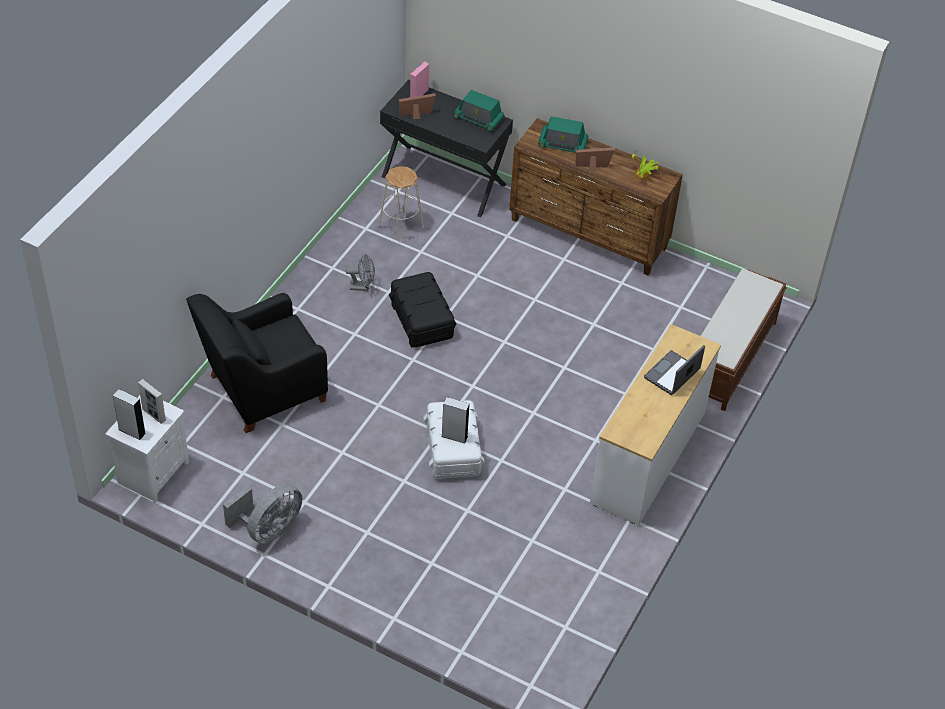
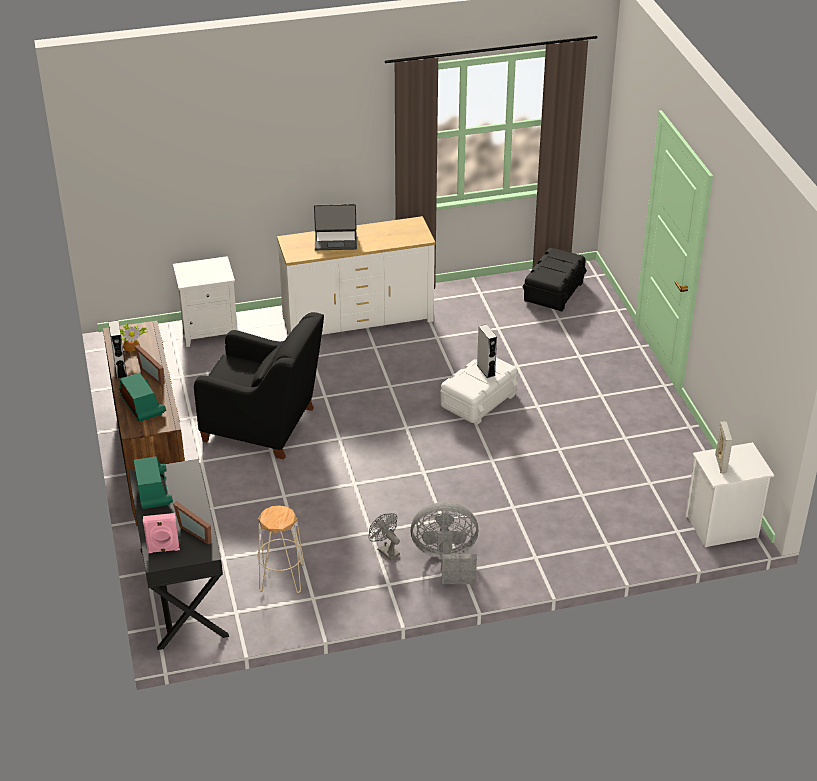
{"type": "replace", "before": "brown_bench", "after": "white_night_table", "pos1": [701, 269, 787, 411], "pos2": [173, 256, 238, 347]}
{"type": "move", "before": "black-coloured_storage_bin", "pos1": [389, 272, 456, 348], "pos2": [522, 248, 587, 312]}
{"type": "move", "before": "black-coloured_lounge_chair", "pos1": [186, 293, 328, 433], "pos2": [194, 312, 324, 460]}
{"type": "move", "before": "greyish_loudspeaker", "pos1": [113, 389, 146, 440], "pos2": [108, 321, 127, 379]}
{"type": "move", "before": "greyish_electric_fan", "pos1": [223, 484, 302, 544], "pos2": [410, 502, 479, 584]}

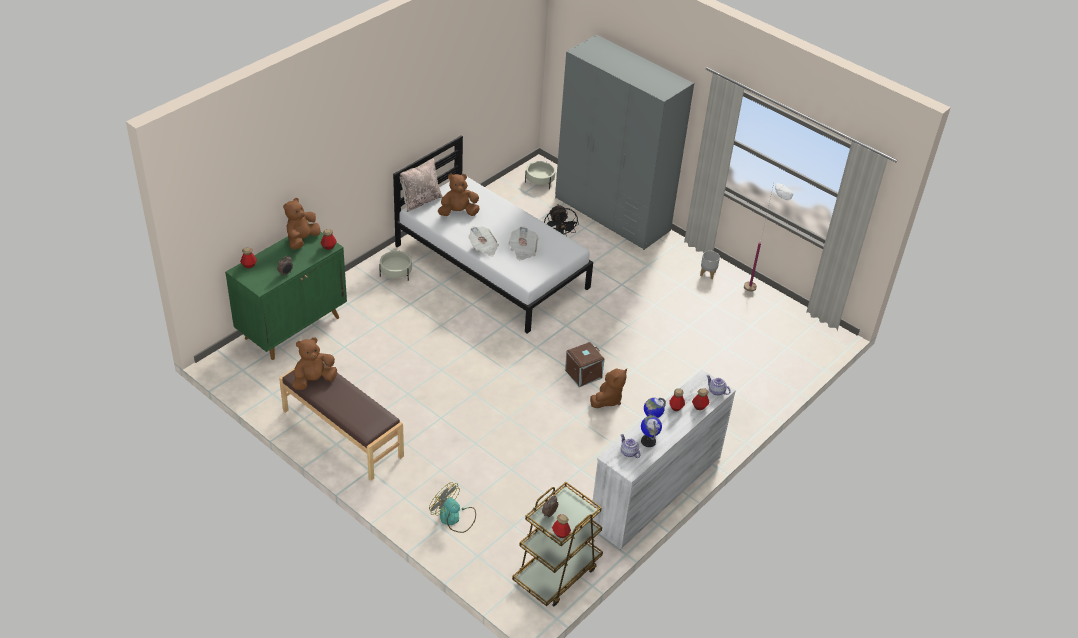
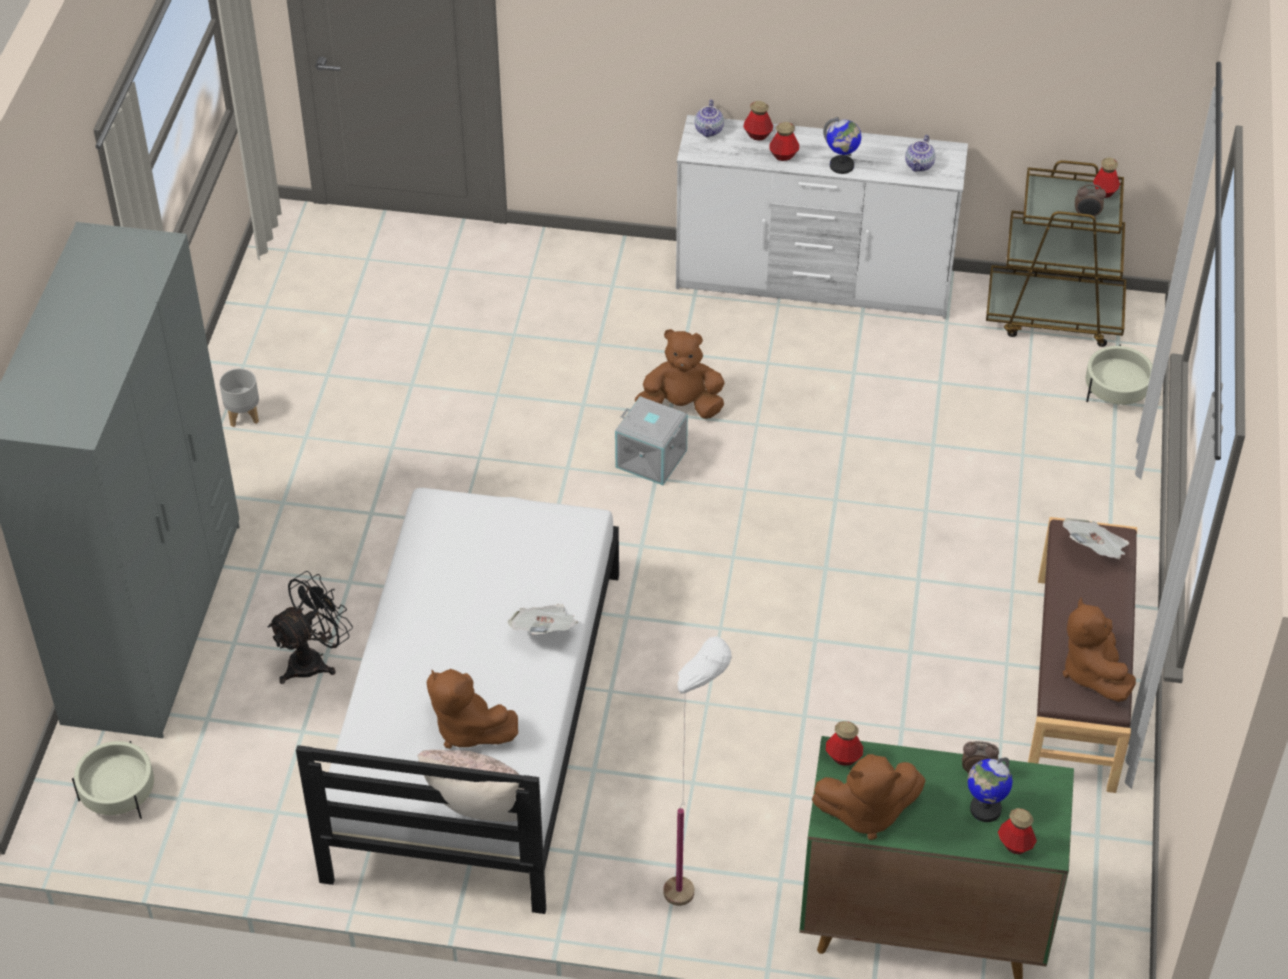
{"type": "move", "before": "white_floor_lamp", "pos1": [744, 183, 793, 292], "pos2": [664, 636, 732, 906]}
{"type": "move", "before": "daily_paper", "pos1": [508, 226, 538, 260], "pos2": [1063, 518, 1129, 559]}
{"type": "move", "before": "beige_plant_pot", "pos1": [379, 250, 412, 281], "pos2": [1086, 345, 1153, 405]}
{"type": "rotate", "before": "brown_soft_toy", "pos1": [292, 337, 337, 390], "pos2": [1063, 598, 1136, 702], "turn": 60}
{"type": "recolor", "before": "brown_storage_bin", "after": "greyish_storage_bin", "pos1": [565, 342, 605, 387], "pos2": [615, 396, 688, 485]}
{"type": "move", "before": "world_globe", "pos1": [641, 416, 662, 447], "pos2": [967, 757, 1012, 822]}
{"type": "delete", "before": "electric_fan", "pos1": [429, 482, 476, 533]}

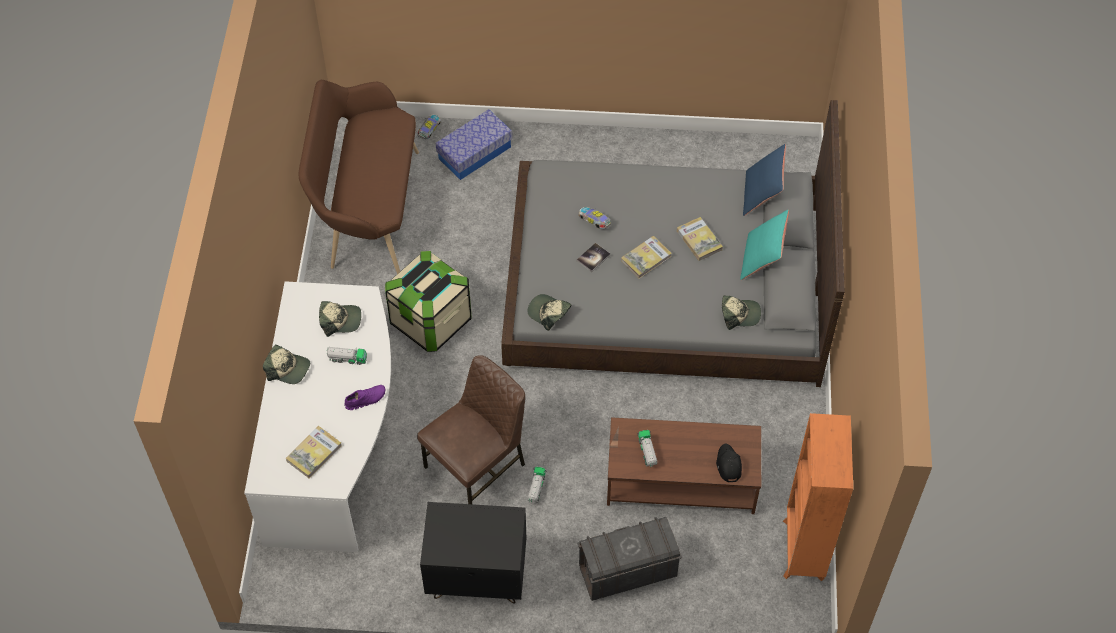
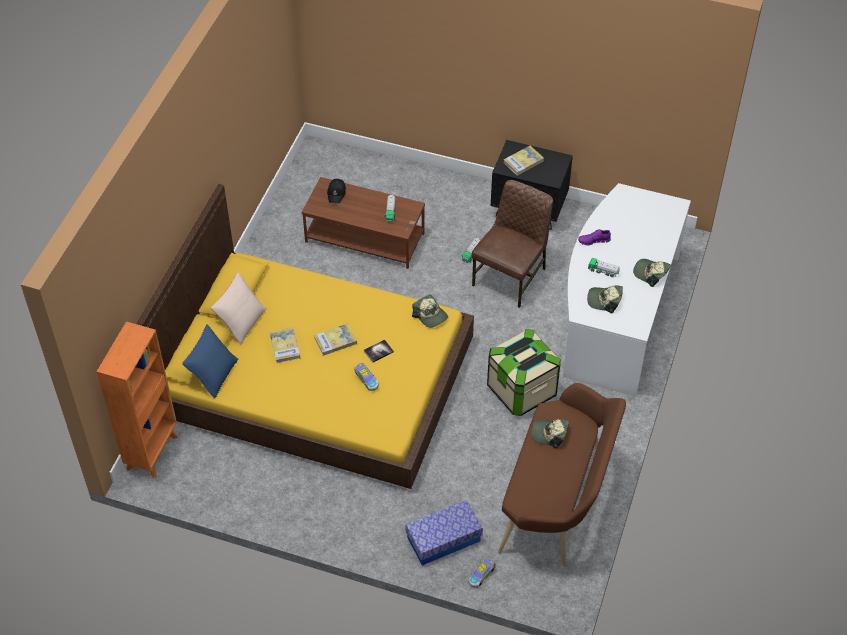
{"type": "recolor", "before": "greyish_sleeping_bed", "after": "yellow_sleeping_bed", "pos1": [501, 100, 845, 387], "pos2": [136, 184, 474, 489]}
{"type": "recolor", "before": "blue-green_cushion", "after": "beige_cushion", "pos1": [740, 210, 789, 280], "pos2": [211, 272, 267, 344]}
{"type": "move", "before": "baseball_cap", "pos1": [722, 296, 761, 330], "pos2": [532, 419, 569, 449]}
{"type": "rotate", "before": "brown_plain_chair", "pos1": [417, 355, 525, 504], "pos2": [472, 180, 553, 308], "turn": 150}
{"type": "move", "before": "orange-coloured_bookcase", "pos1": [783, 413, 853, 581], "pos2": [97, 322, 178, 478]}
{"type": "move", "before": "bound_book", "pos1": [286, 426, 342, 479], "pos2": [504, 146, 544, 176]}
{"type": "delete", "before": "greyish_storage_bin", "pos1": [577, 517, 682, 601]}

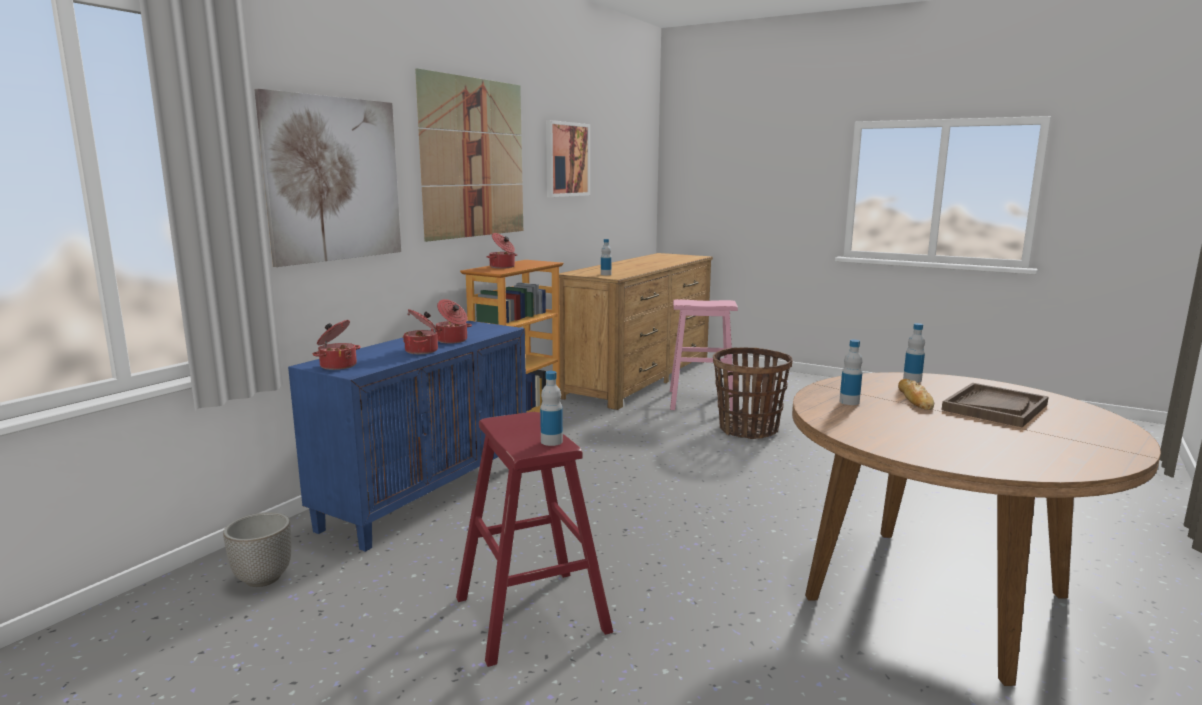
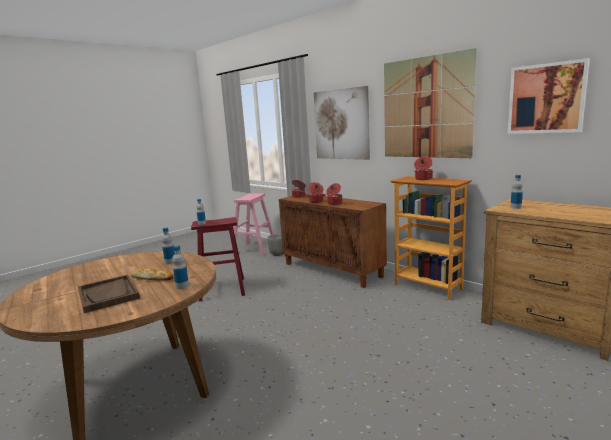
{"type": "move", "before": "pink-coloured_stool", "pos1": [670, 299, 738, 411], "pos2": [231, 193, 274, 256]}
{"type": "recolor", "before": "bluish_cupboard", "after": "brown_cupboard", "pos1": [288, 321, 527, 552], "pos2": [279, 194, 387, 288]}
{"type": "delete", "before": "basket", "pos1": [713, 347, 793, 439]}

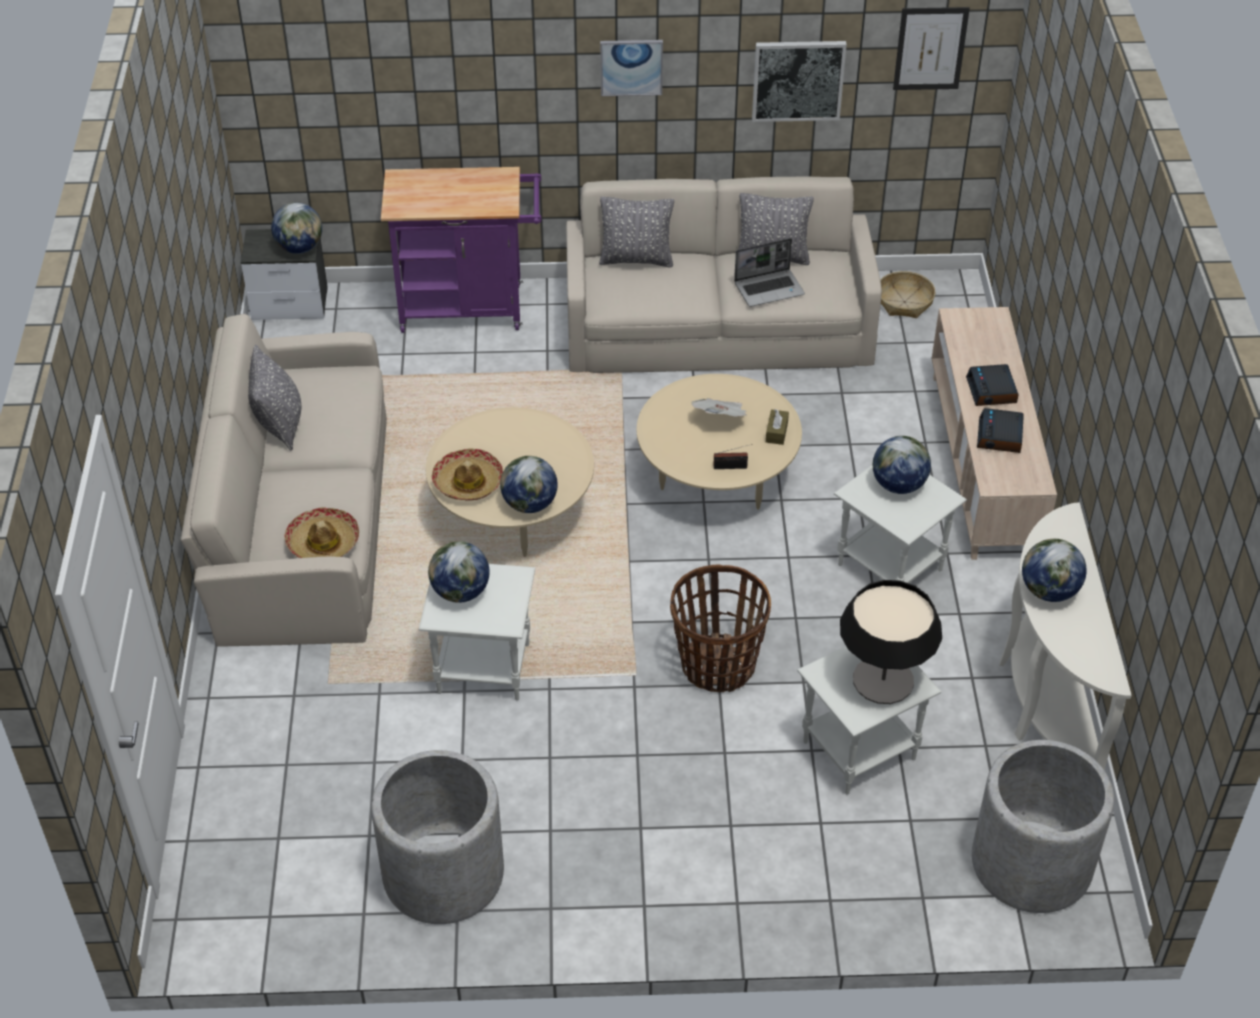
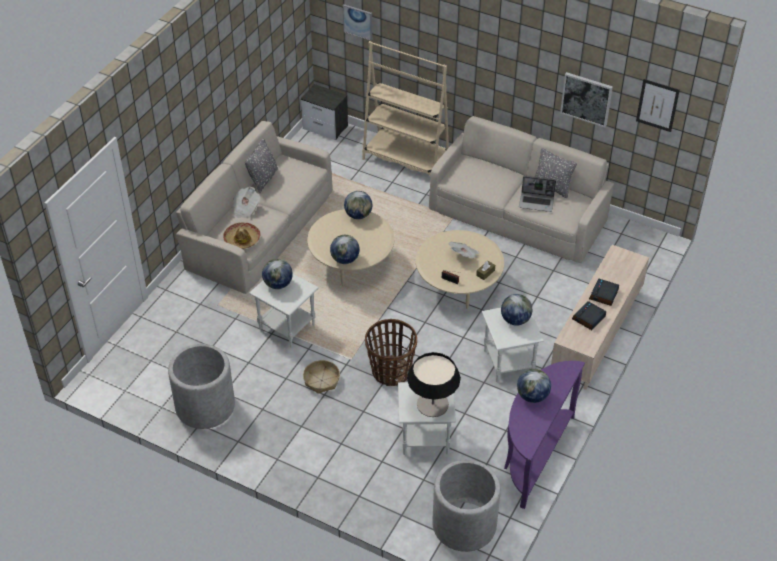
{"type": "move", "before": "wall_art", "pos1": [600, 40, 663, 96], "pos2": [343, 4, 372, 41]}
{"type": "replace", "before": "purplish_trolley", "after": "beige_bookcase", "pos1": [381, 167, 541, 333], "pos2": [362, 41, 449, 176]}
{"type": "delete", "before": "greyish_cushion", "pos1": [599, 197, 674, 267]}
{"type": "move", "before": "world_globe", "pos1": [271, 202, 322, 254], "pos2": [344, 191, 372, 219]}
{"type": "move", "before": "basket", "pos1": [880, 271, 935, 318], "pos2": [303, 360, 340, 394]}
{"type": "delete", "before": "hat", "pos1": [432, 448, 503, 501]}
{"type": "recolor", "before": "white_hall_table", "after": "purplish_hall_table", "pos1": [999, 503, 1132, 770], "pos2": [504, 361, 585, 509]}
{"type": "insert", "after": "daily_paper", "pos2": [232, 187, 261, 218]}

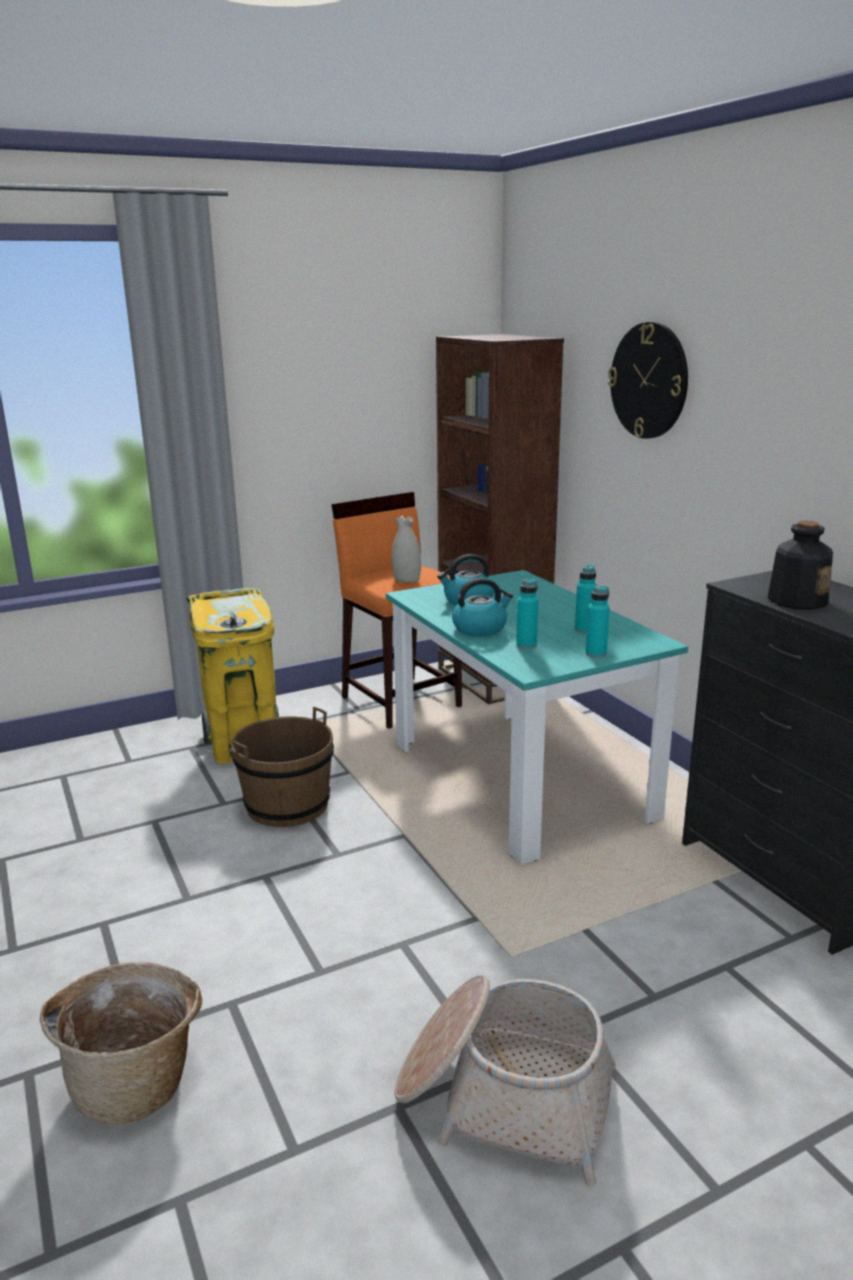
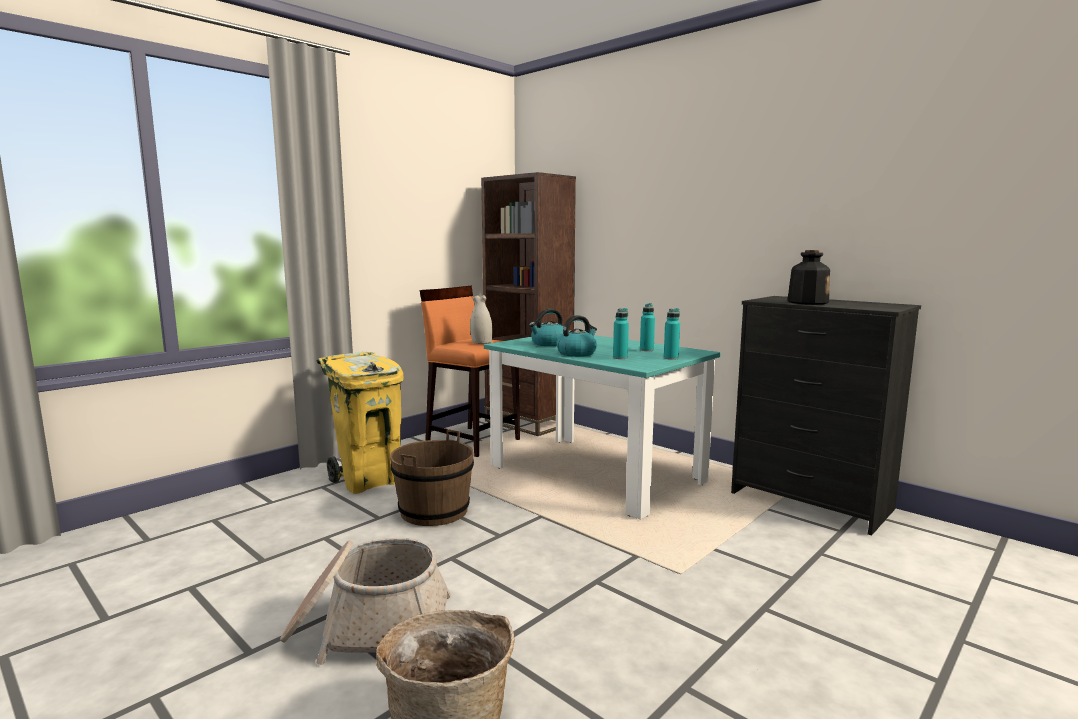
{"type": "delete", "before": "wall_clock", "pos1": [608, 322, 688, 439]}
{"type": "move", "before": "basket", "pos1": [394, 975, 616, 1187], "pos2": [280, 538, 451, 665]}

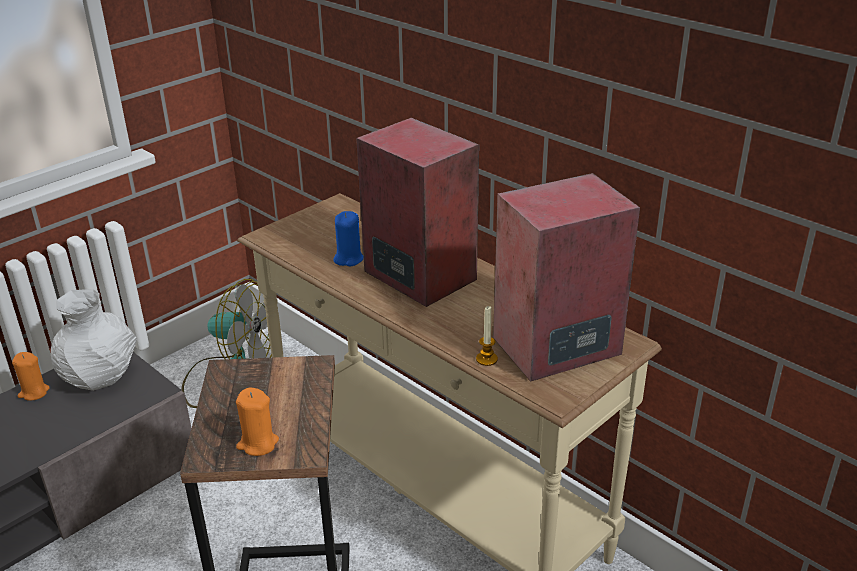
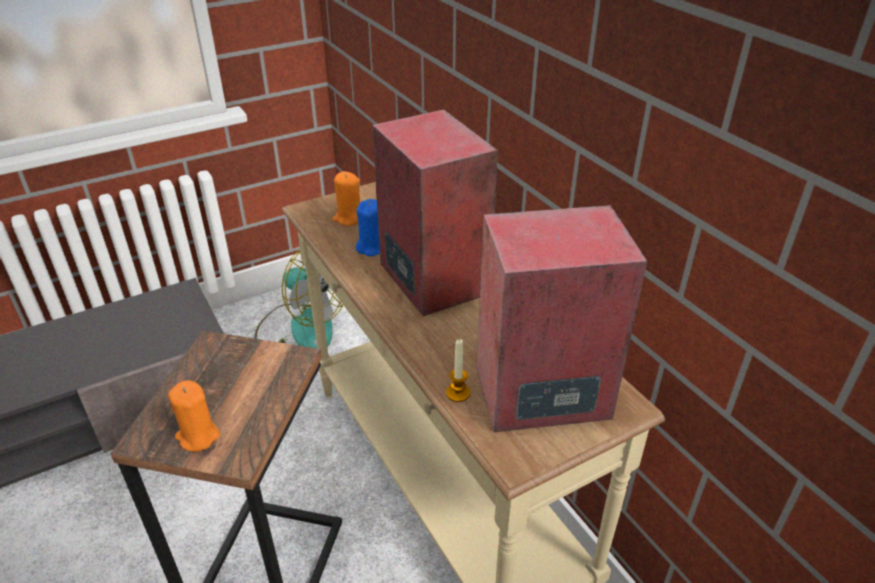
{"type": "delete", "before": "white_decorative_vase", "pos1": [51, 289, 137, 391]}
{"type": "move", "before": "orange-coloured_wax_light", "pos1": [12, 352, 50, 401], "pos2": [333, 171, 360, 226]}

